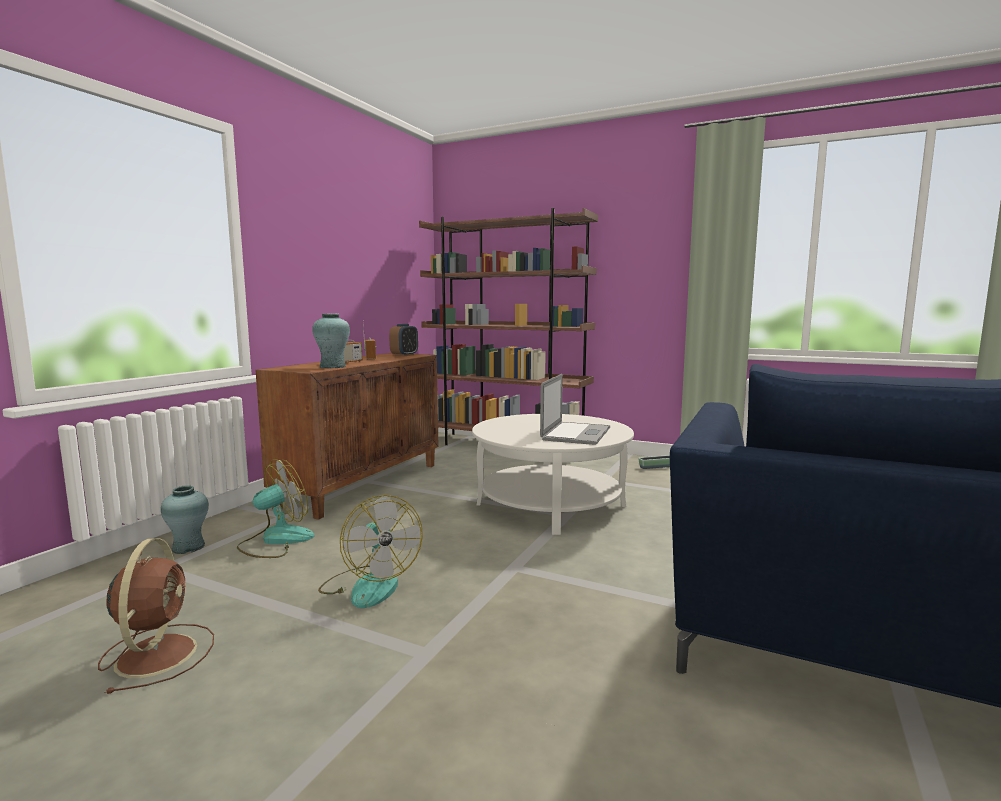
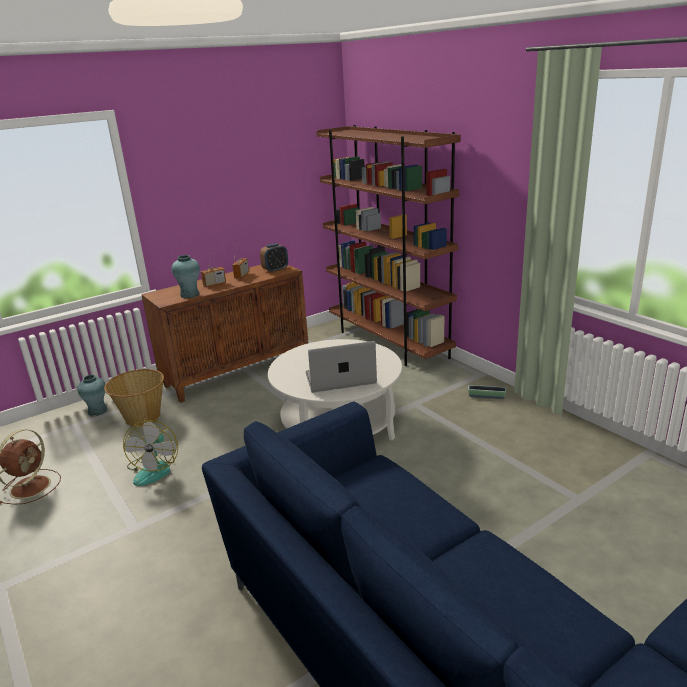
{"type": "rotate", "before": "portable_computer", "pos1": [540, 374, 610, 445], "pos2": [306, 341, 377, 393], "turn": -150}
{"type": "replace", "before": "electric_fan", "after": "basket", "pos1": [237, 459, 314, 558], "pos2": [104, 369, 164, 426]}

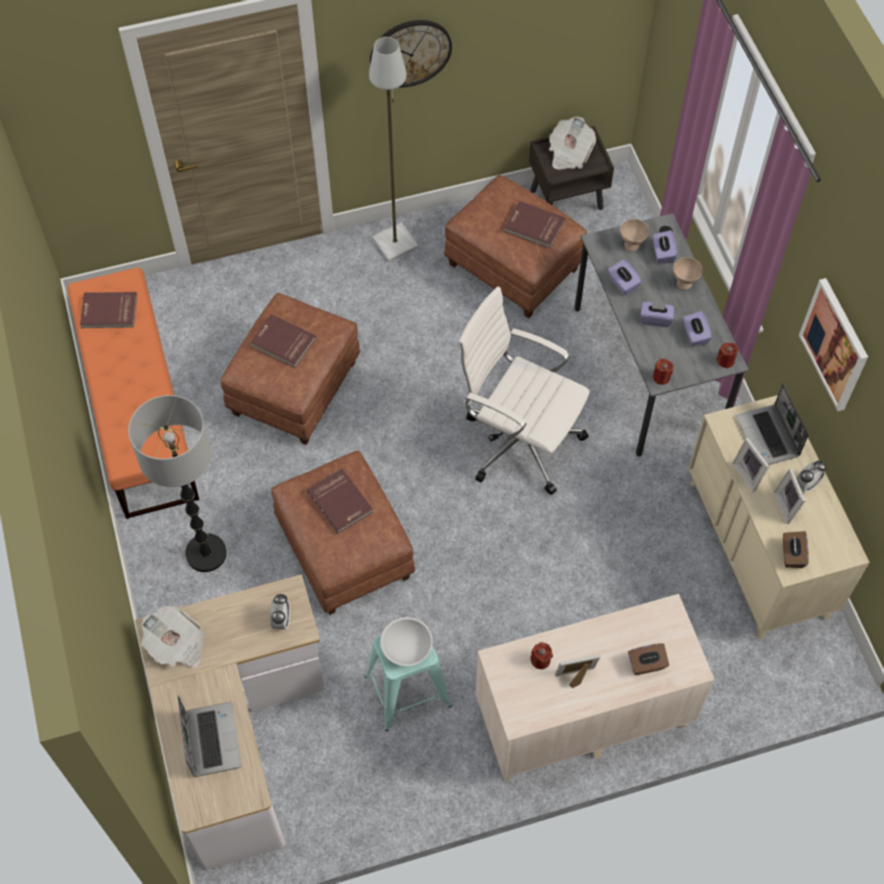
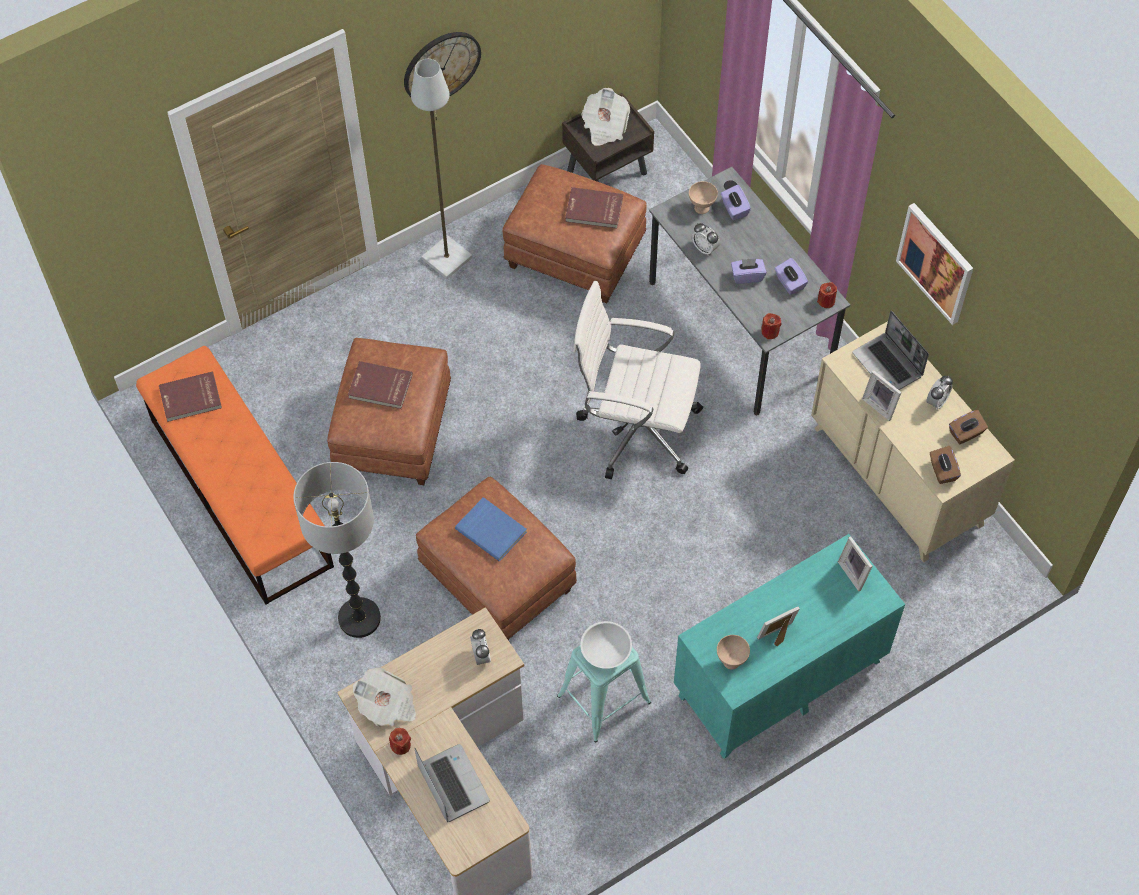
{"type": "move", "before": "beige_bowl", "pos1": [673, 257, 702, 290], "pos2": [717, 635, 750, 670]}
{"type": "replace", "before": "purplish_tissue_box", "after": "alarm_clock", "pos1": [608, 259, 642, 295], "pos2": [692, 223, 720, 256]}
{"type": "move", "before": "picture_frame", "pos1": [774, 468, 805, 524], "pos2": [838, 536, 873, 591]}
{"type": "recolor", "before": "red_bound_book", "after": "bluish_bound_book", "pos1": [307, 469, 373, 533], "pos2": [455, 497, 527, 561]}
{"type": "recolor", "before": "beige_chest_of_drawers", "after": "blue-green_chest_of_drawers", "pos1": [475, 594, 715, 781], "pos2": [674, 534, 905, 759]}
{"type": "move", "before": "red_wax_light", "pos1": [530, 642, 553, 669], "pos2": [389, 728, 411, 755]}
{"type": "move", "before": "brown_tissue_box", "pos1": [628, 643, 669, 675], "pos2": [949, 410, 988, 444]}

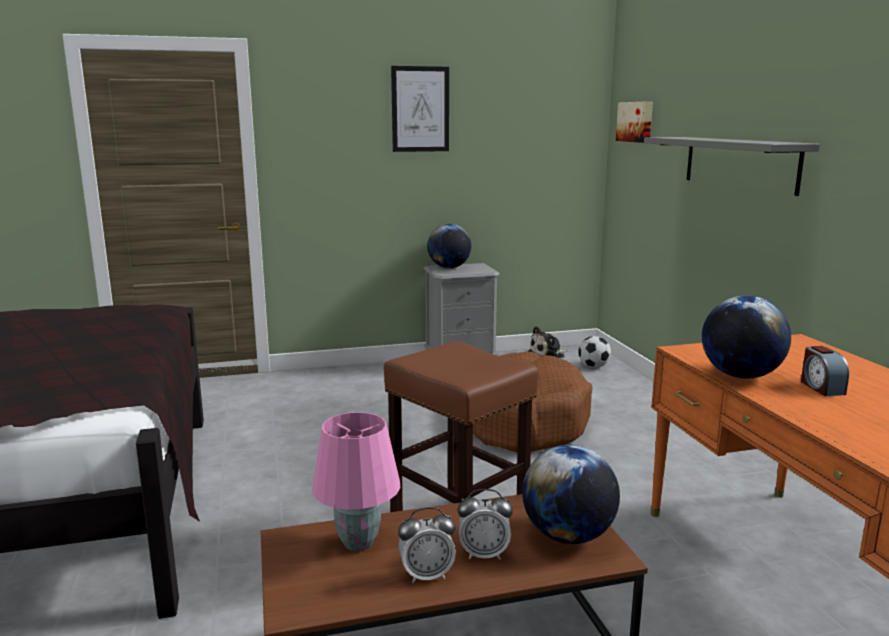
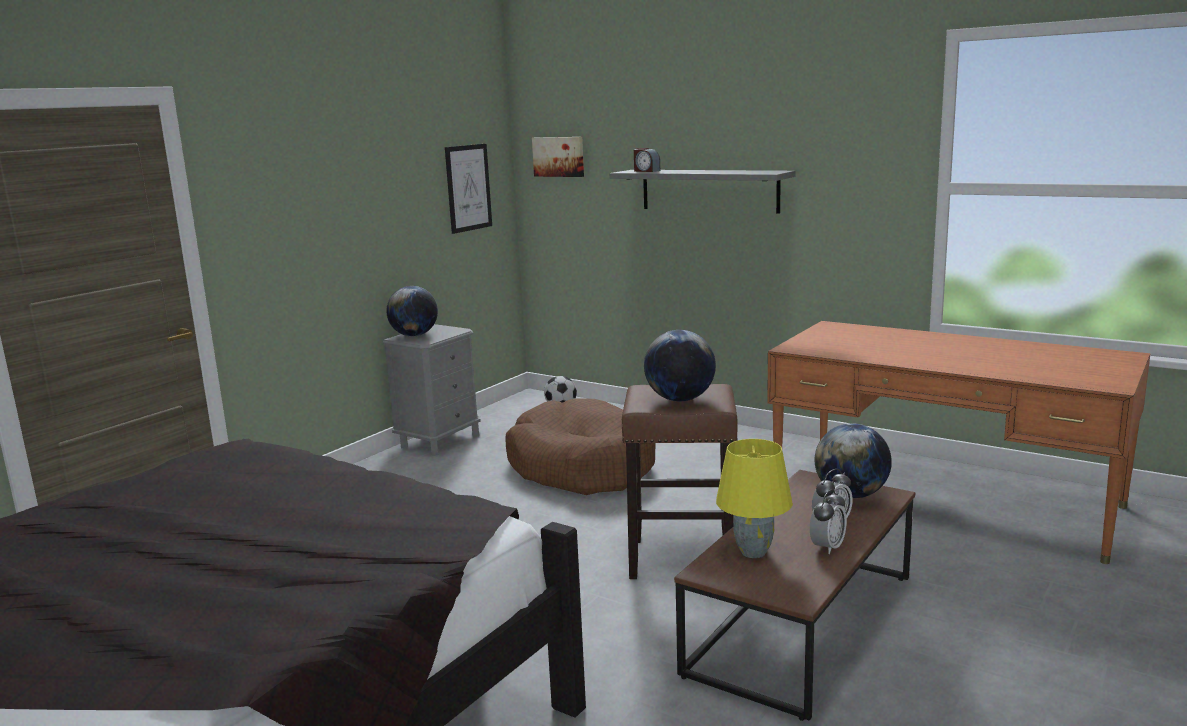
{"type": "move", "before": "wall_art", "pos1": [391, 66, 449, 152], "pos2": [445, 144, 492, 234]}
{"type": "move", "before": "world_globe", "pos1": [702, 295, 791, 379], "pos2": [644, 330, 716, 401]}
{"type": "delete", "before": "soft_toy", "pos1": [528, 326, 567, 358]}
{"type": "move", "before": "alarm_clock", "pos1": [801, 346, 849, 396], "pos2": [634, 148, 660, 172]}
{"type": "recolor", "before": "pink-coloured_lamp_for_a_table", "after": "yellow_lamp_for_a_table", "pos1": [312, 412, 400, 552], "pos2": [716, 439, 793, 558]}

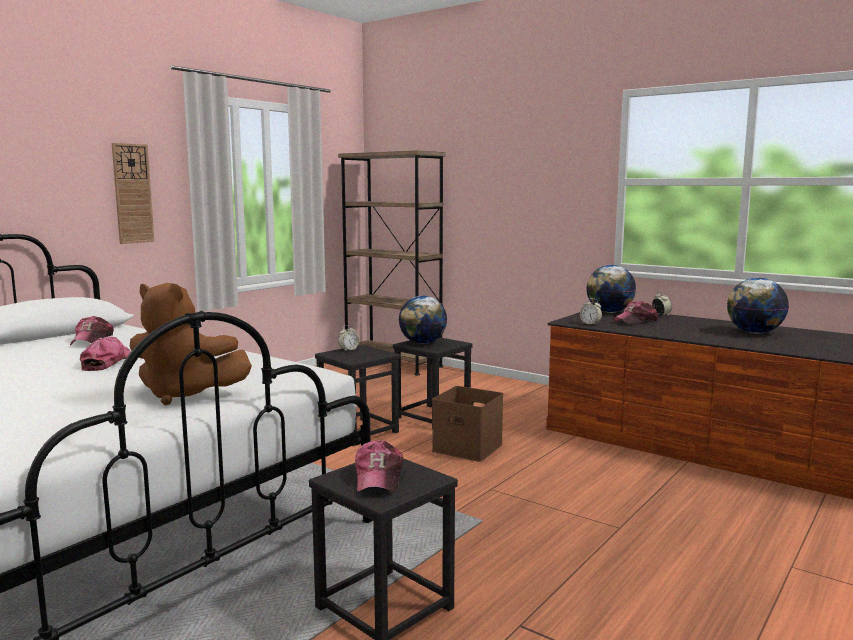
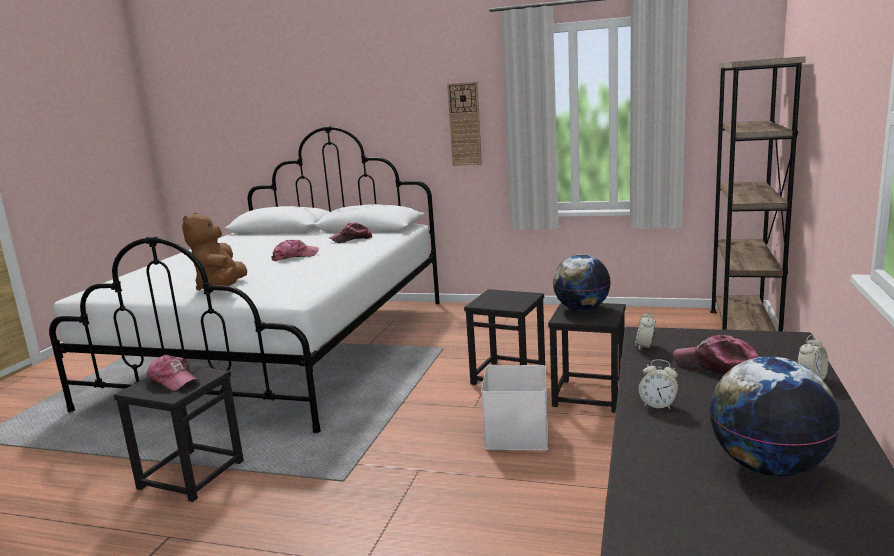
{"type": "delete", "before": "world_globe", "pos1": [586, 265, 636, 313]}
{"type": "move", "before": "alarm_clock", "pos1": [338, 325, 359, 352], "pos2": [639, 359, 678, 410]}
{"type": "recolor", "before": "brown_storage_bin", "after": "white_storage_bin", "pos1": [432, 386, 503, 462], "pos2": [481, 365, 548, 450]}
{"type": "rotate", "before": "baseball_cap", "pos1": [355, 440, 403, 492], "pos2": [147, 355, 200, 391], "turn": -120}

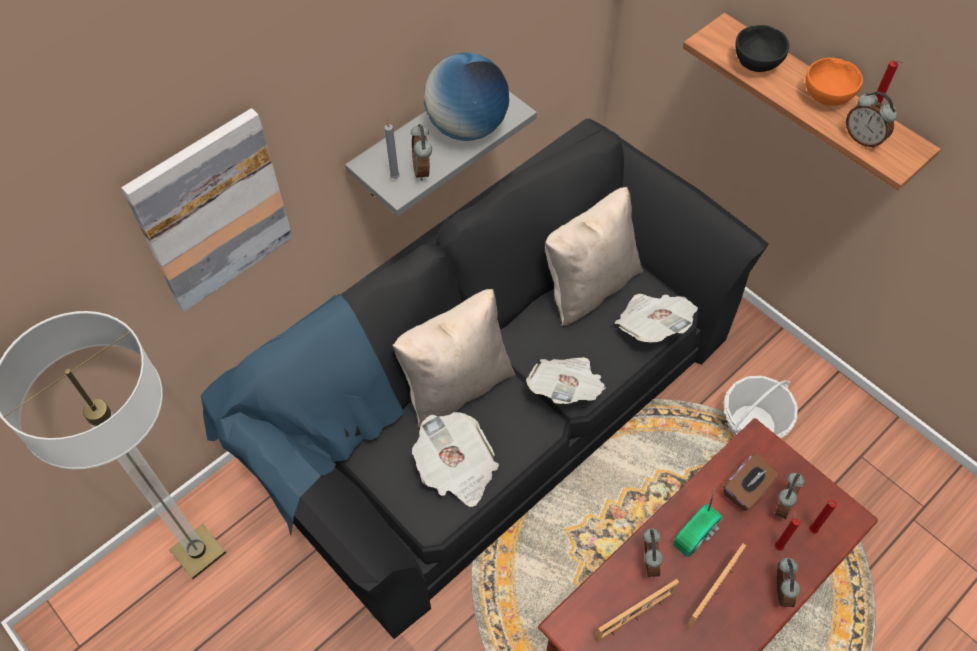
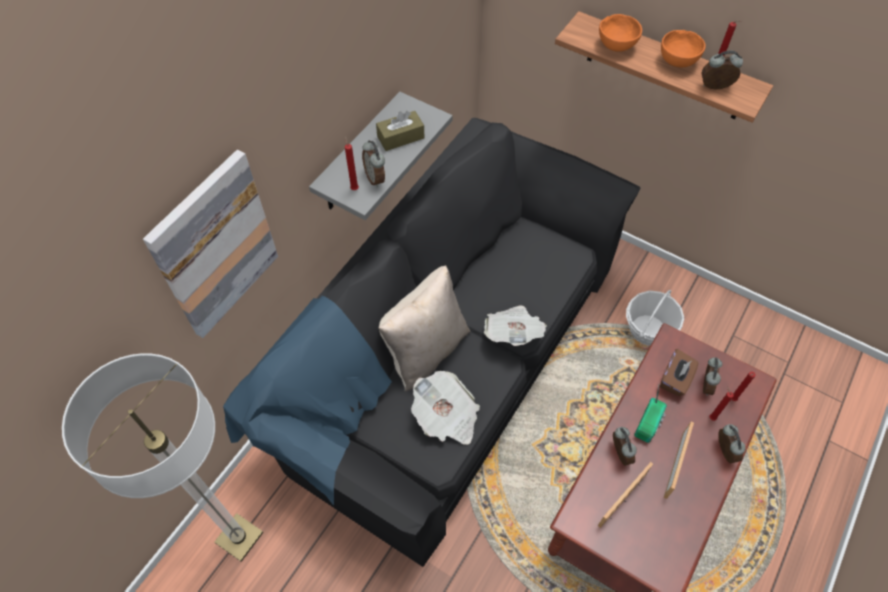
{"type": "recolor", "before": "black-coloured_bowl", "after": "orange-coloured_bowl", "pos1": [735, 25, 789, 72], "pos2": [599, 14, 642, 52]}
{"type": "replace", "before": "world_globe", "after": "brown_tissue_box", "pos1": [424, 53, 509, 141], "pos2": [376, 111, 425, 151]}
{"type": "rotate", "before": "alarm_clock", "pos1": [846, 92, 897, 149], "pos2": [701, 50, 743, 89], "turn": 150}
{"type": "recolor", "before": "greyish_wax_light", "after": "red_wax_light", "pos1": [384, 115, 400, 179], "pos2": [345, 136, 359, 190]}
{"type": "delete", "before": "beige_cushion", "pos1": [545, 187, 643, 327]}
{"type": "delete", "before": "daily_paper", "pos1": [615, 294, 698, 343]}

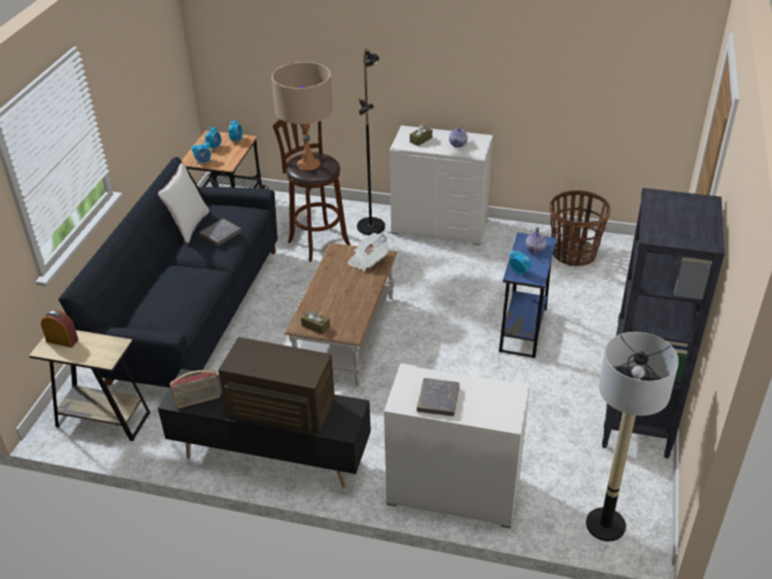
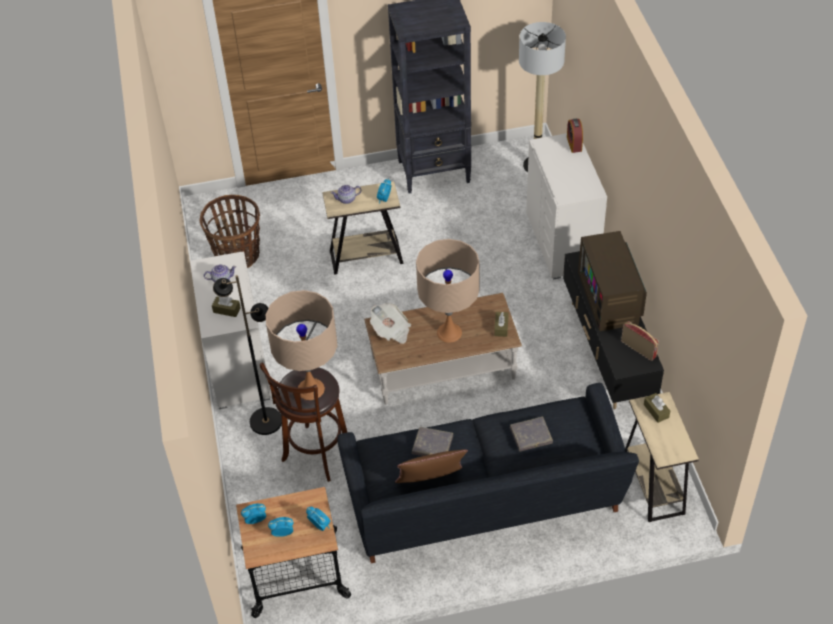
{"type": "recolor", "before": "white_cushion", "after": "brown_cushion", "pos1": [158, 163, 209, 243], "pos2": [395, 450, 468, 483]}
{"type": "recolor", "before": "bluish_end_table", "after": "beige_end_table", "pos1": [499, 233, 557, 358], "pos2": [322, 181, 404, 275]}
{"type": "move", "before": "alarm_clock", "pos1": [41, 310, 78, 348], "pos2": [567, 119, 583, 153]}
{"type": "move", "before": "greyish_bound_book", "pos1": [417, 378, 460, 416], "pos2": [510, 417, 553, 451]}
{"type": "insert", "after": "beige_lamp_for_a_table", "pos2": [416, 239, 480, 343]}
{"type": "insert", "after": "brown_tissue_box", "pos2": [644, 393, 670, 423]}

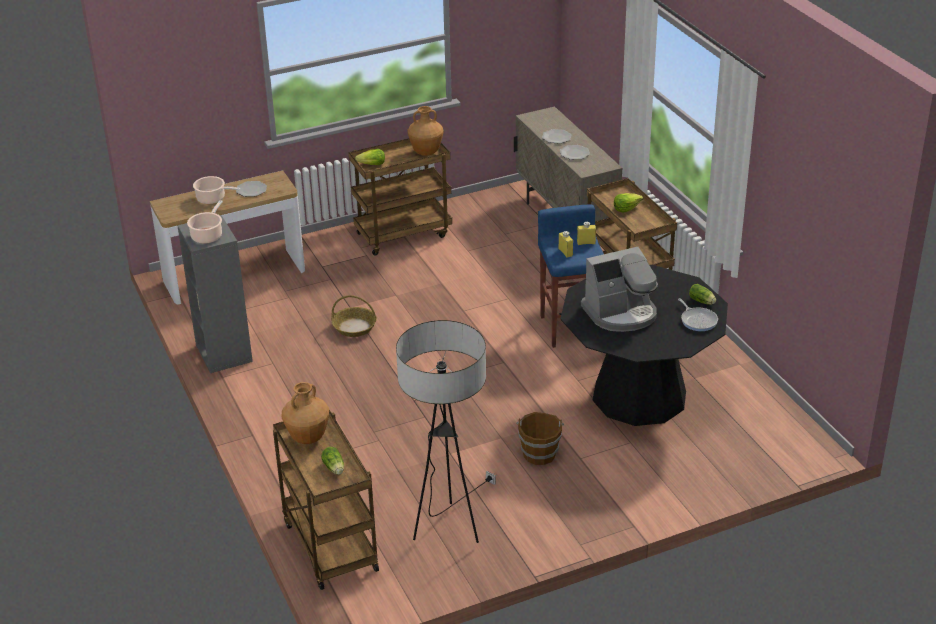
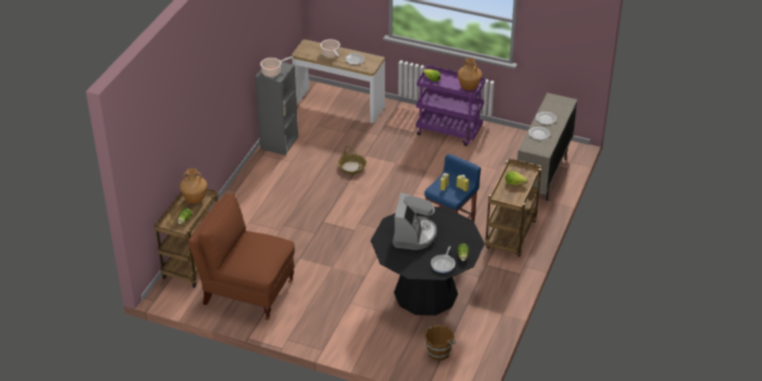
{"type": "recolor", "before": "brown_trolley", "after": "purplish_trolley", "pos1": [348, 139, 452, 256], "pos2": [416, 65, 486, 146]}
{"type": "rotate", "before": "coffee_maker", "pos1": [581, 247, 658, 332], "pos2": [392, 193, 437, 250], "turn": -105}
{"type": "replace", "before": "floor_lamp", "after": "brown_plain_chair", "pos1": [396, 320, 497, 543], "pos2": [188, 194, 295, 320]}
{"type": "move", "before": "brown_pail", "pos1": [516, 412, 564, 465], "pos2": [425, 324, 456, 361]}

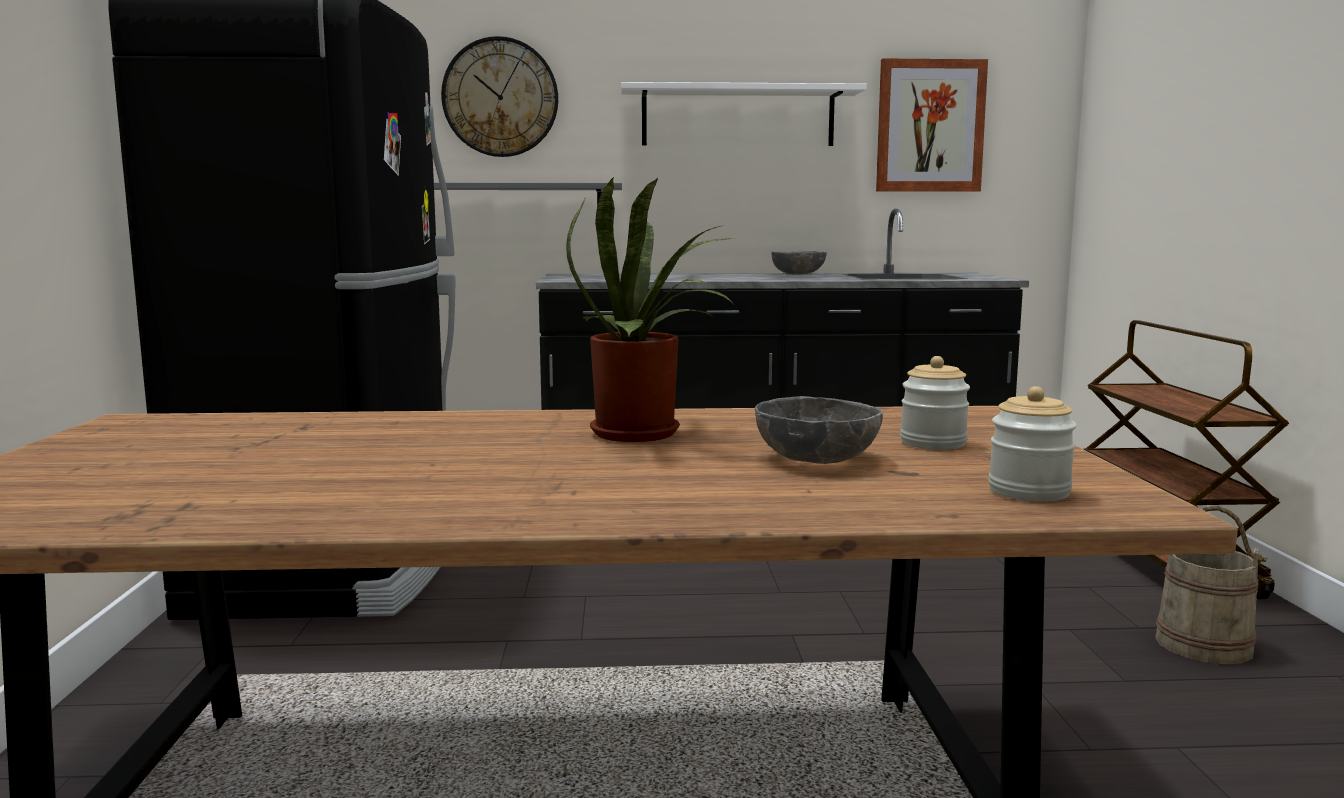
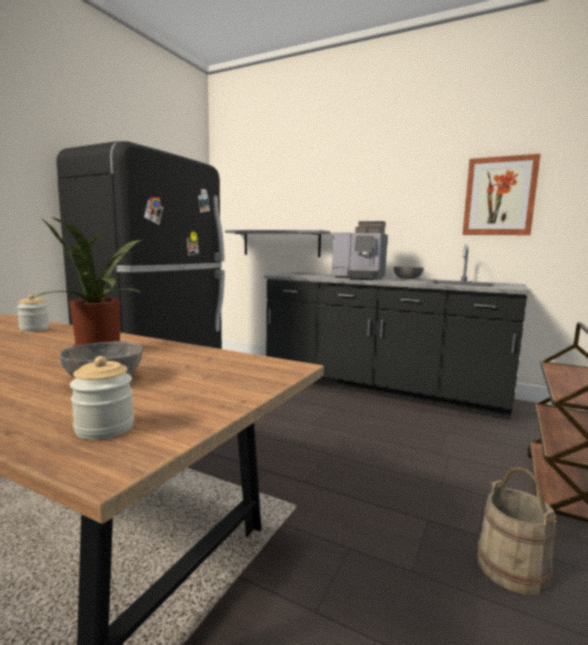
{"type": "delete", "before": "wall_clock", "pos1": [441, 36, 558, 157]}
{"type": "delete", "before": "white_wall_shelf", "pos1": [621, 82, 867, 146]}
{"type": "move", "before": "jar", "pos1": [900, 356, 970, 450], "pos2": [17, 294, 50, 332]}
{"type": "insert", "after": "coffee_maker", "pos2": [332, 221, 388, 280]}

